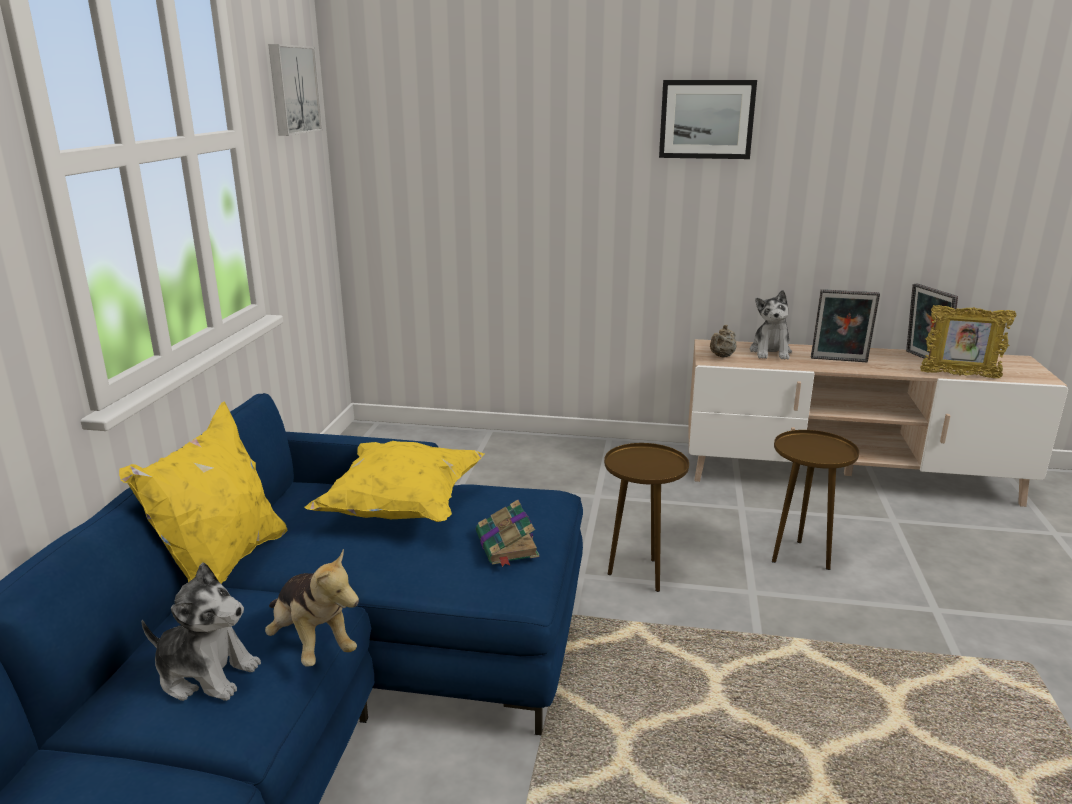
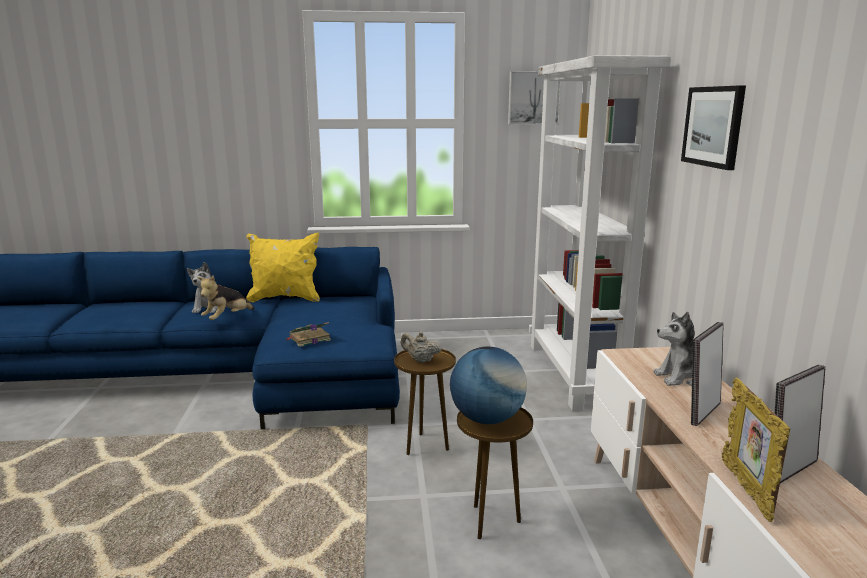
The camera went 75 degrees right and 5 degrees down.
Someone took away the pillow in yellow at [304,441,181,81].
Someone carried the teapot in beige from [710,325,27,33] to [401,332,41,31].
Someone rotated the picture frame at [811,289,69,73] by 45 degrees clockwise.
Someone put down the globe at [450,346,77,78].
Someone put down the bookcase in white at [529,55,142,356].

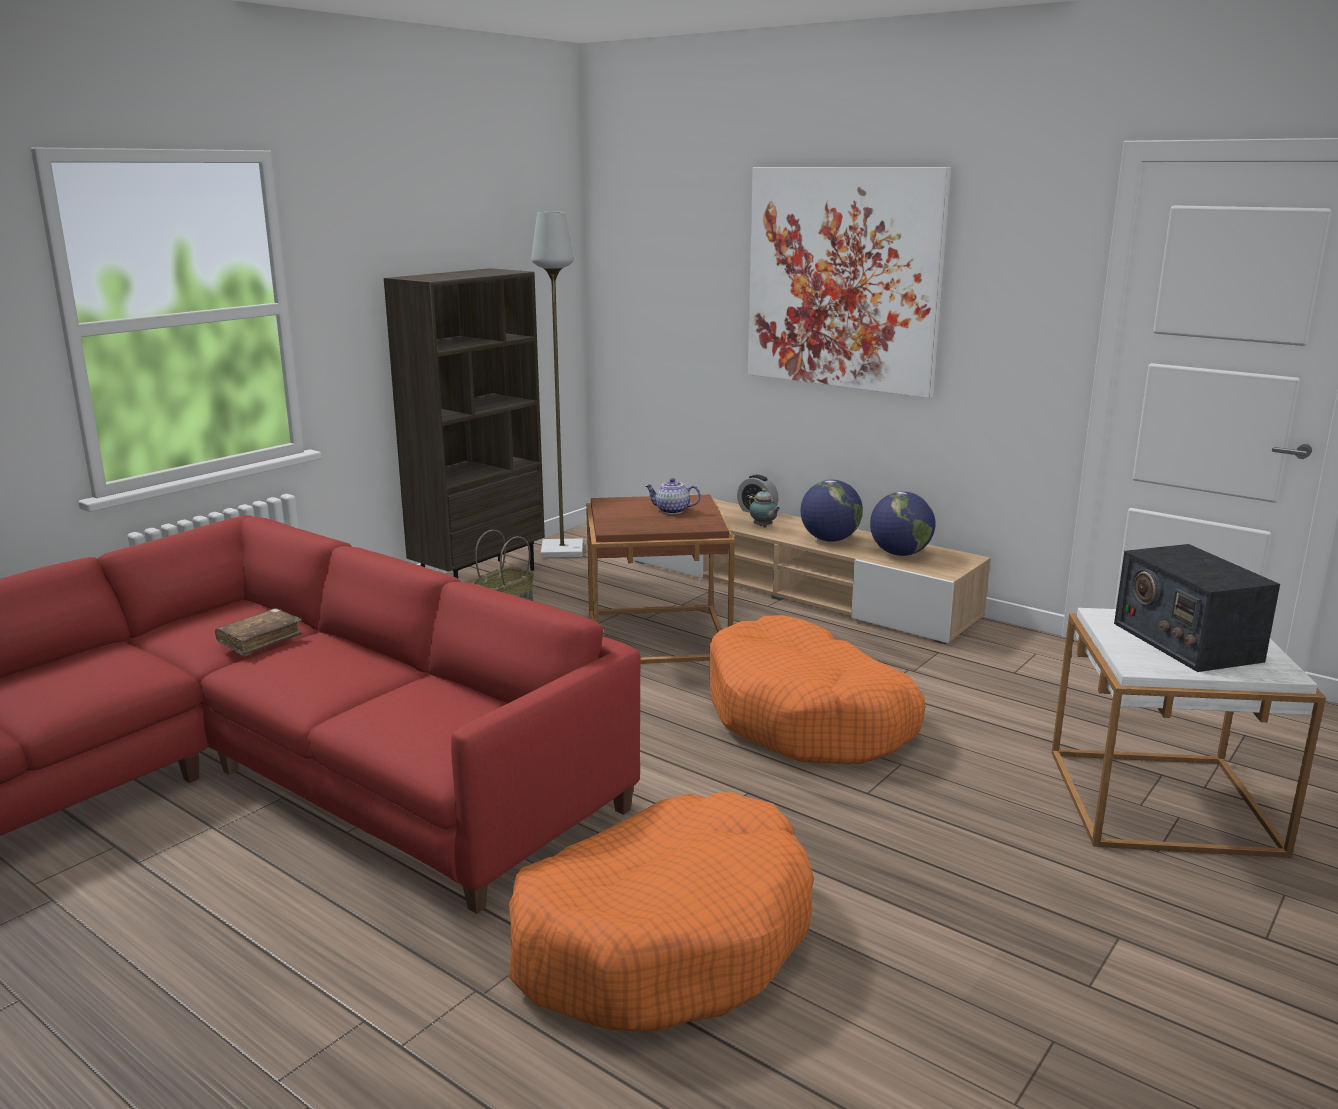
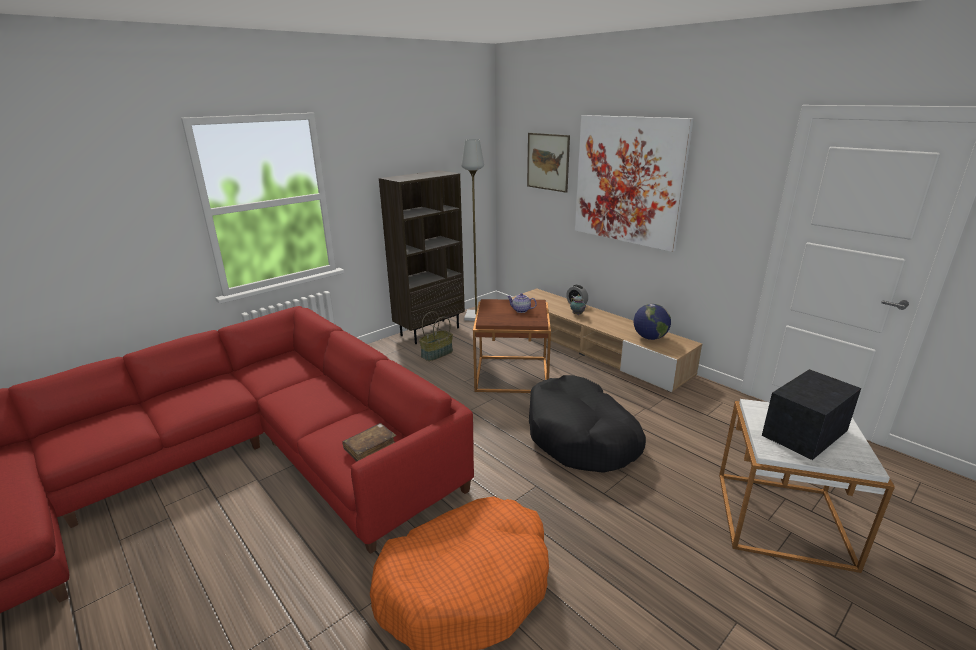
The camera went 10 degrees right and 5 degrees up.
Someone carried the book in brown from [215,608,87,48] to [342,423,54,39].
Someone repainted the dog bed in orange at [709,615,216,149], which became the dog bed in black at [529,375,117,98].
Someone took away the globe at [801,480,62,62].
Someone rotated the radio at [1114,544,166,128] by 60 degrees clockwise.
Someone put up the picture at [527,133,43,60].

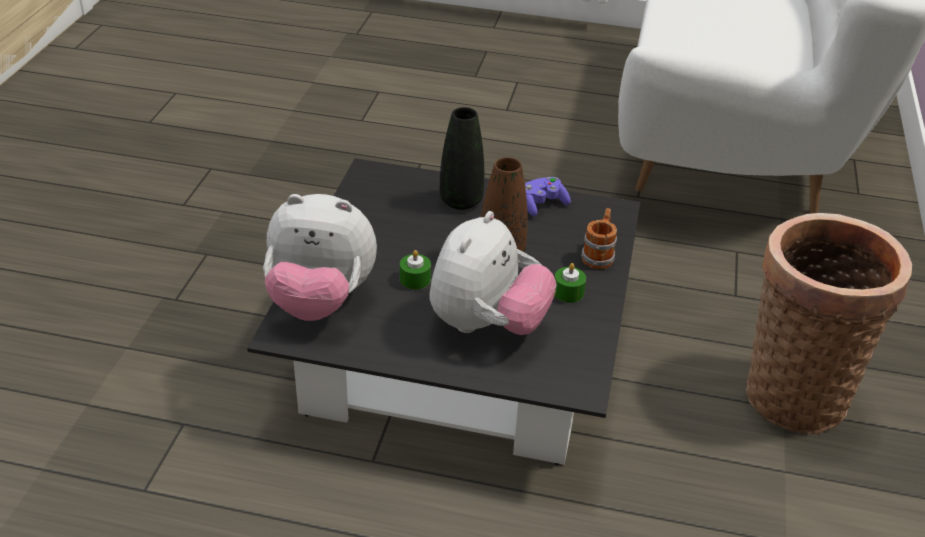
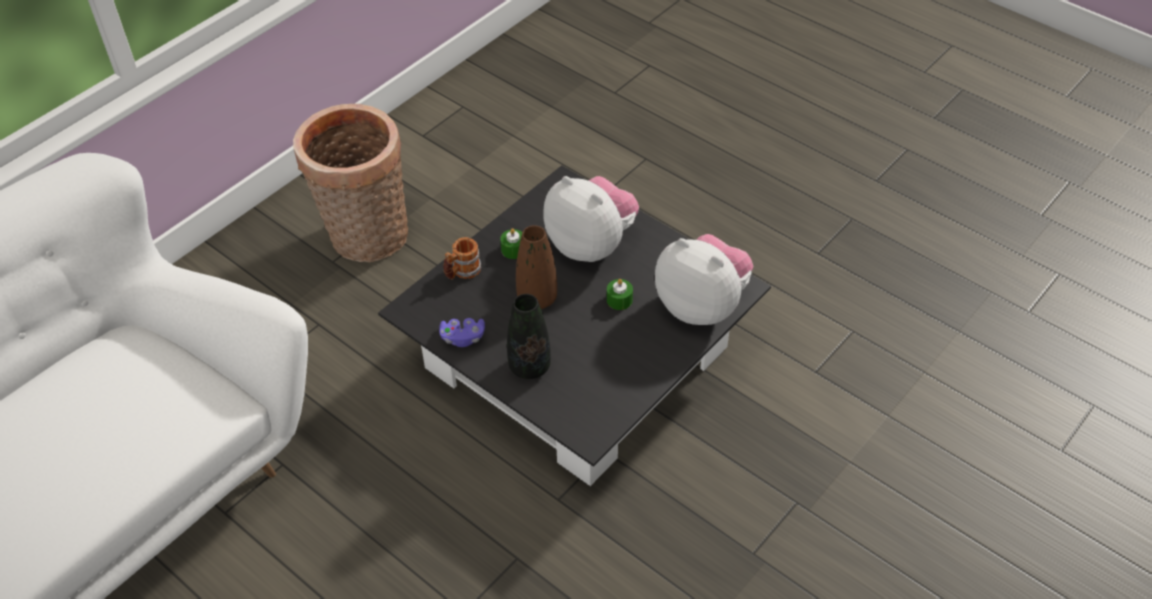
The camera went 150 degrees left and 10 degrees up.
Someone rotated the plush toy at [429,211,127,124] by 75 degrees clockwise.

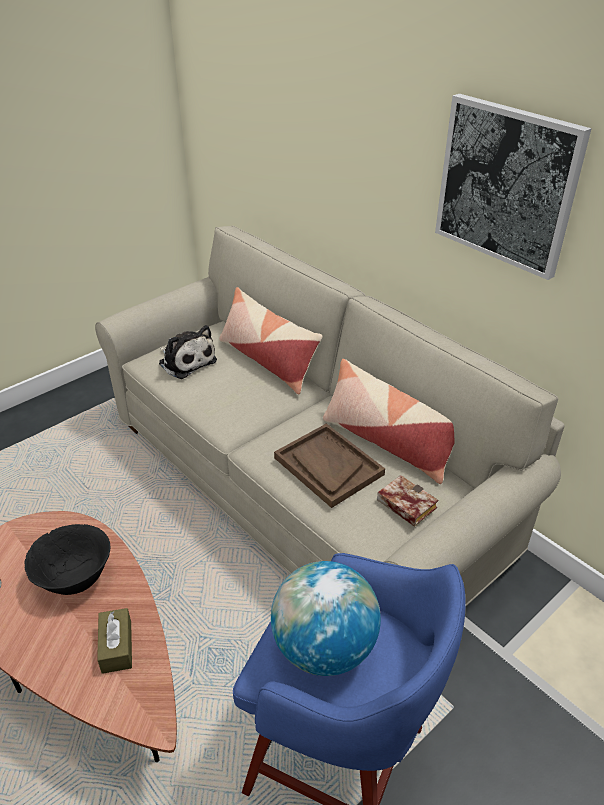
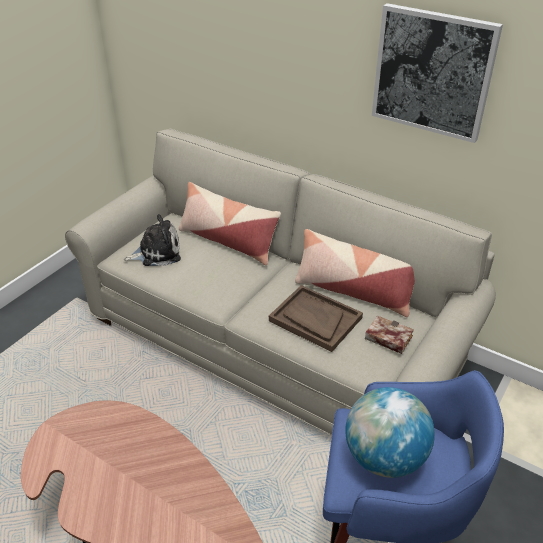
The camera went 15 degrees left and 0 degrees up.
Someone took away the bowl in black at [24,524,86,71].
Someone took away the tissue box in brown at [97,608,35,66].
Someone rotated the plush toy at [159,325,58,54] by 45 degrees counterclockwise.

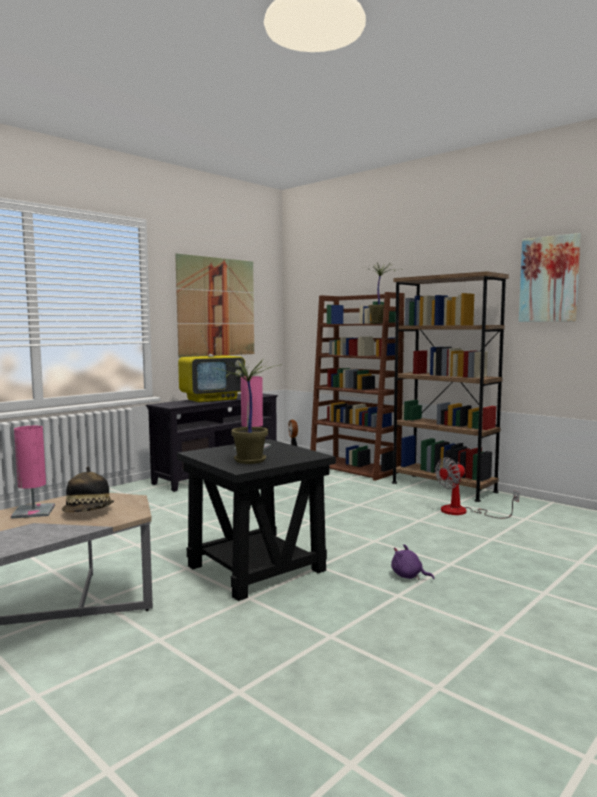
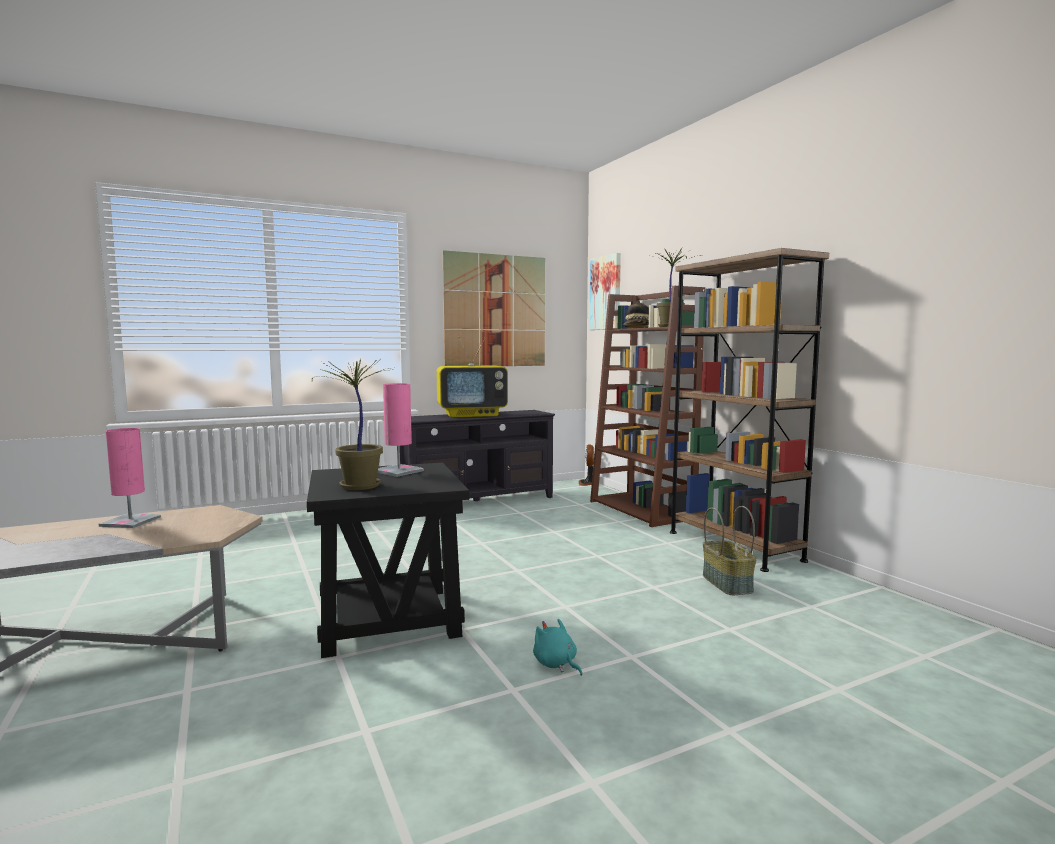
The camera went 20 degrees right and 0 degrees up.
Someone carried the hat from [62,466,52,46] to [623,300,26,28].
Someone repainted the plush toy in purple at [391,544,43,36], which became the plush toy in turquoise at [533,619,49,57].
Someone swapped the fan at [435,457,84,62] for the basket at [703,506,54,89].
Someone carried the picture from [519,233,62,89] to [589,253,32,77].

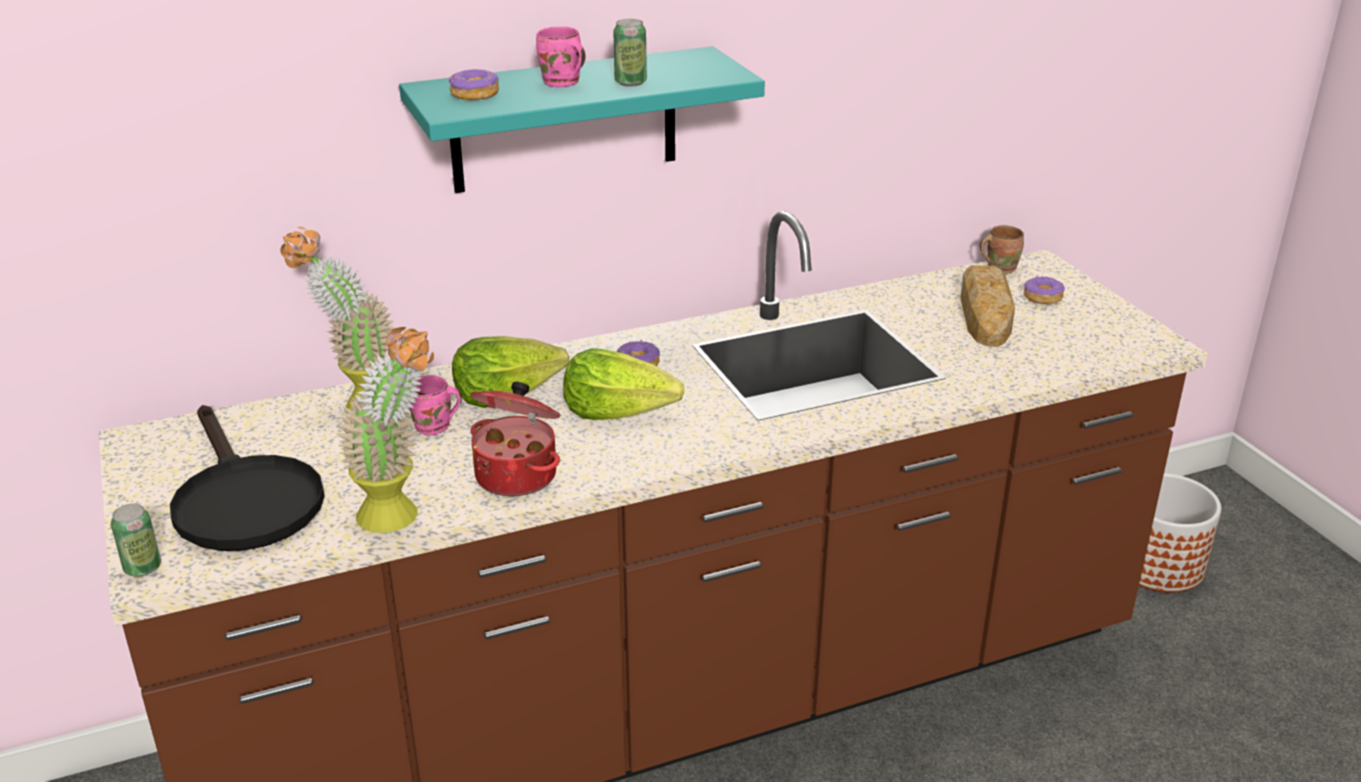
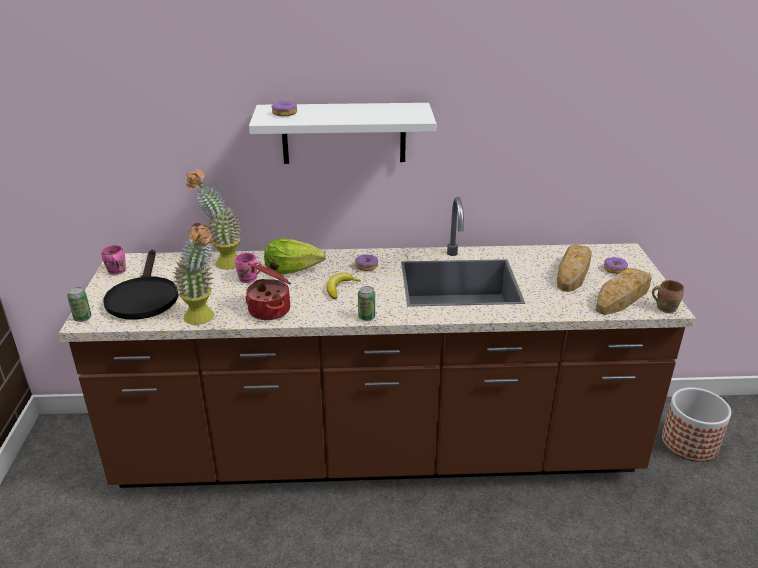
The camera went 20 degrees right and 0 degrees up.
Someone repainted the shelf in turquoise at [399,46,366,147], which became the shelf in white at [249,103,187,61].
Someone carried the mug in pink from [536,27,50,60] to [101,245,25,30].
Someone swapped the lettuce at [563,348,121,72] for the banana at [327,273,34,26].
Someone carried the can from [613,19,34,68] to [358,286,17,35].
Someone carried the mug in brown from [980,225,44,49] to [652,280,32,33].
Someone put down the bread at [596,268,56,47].

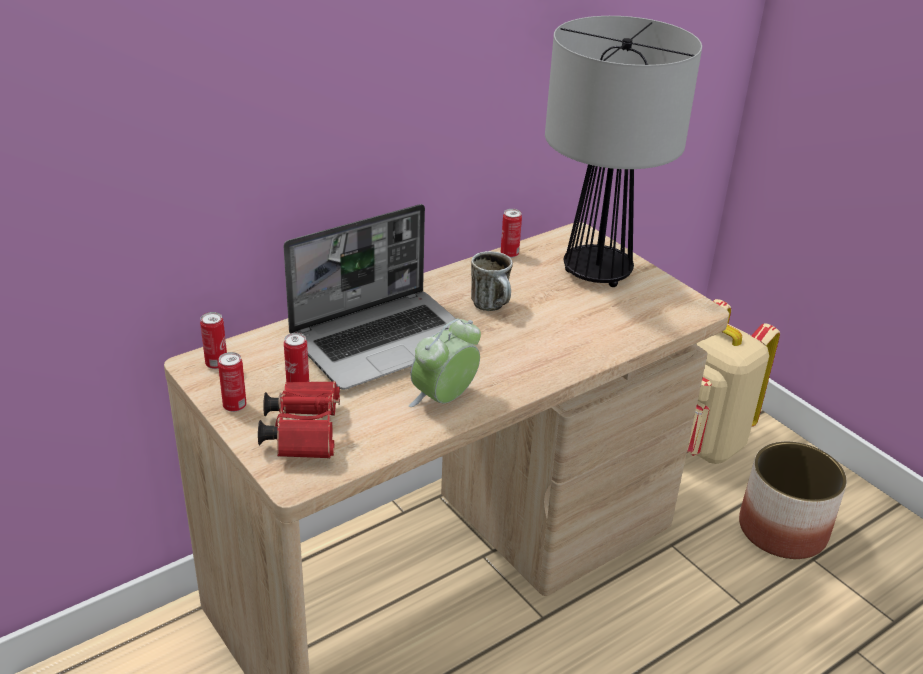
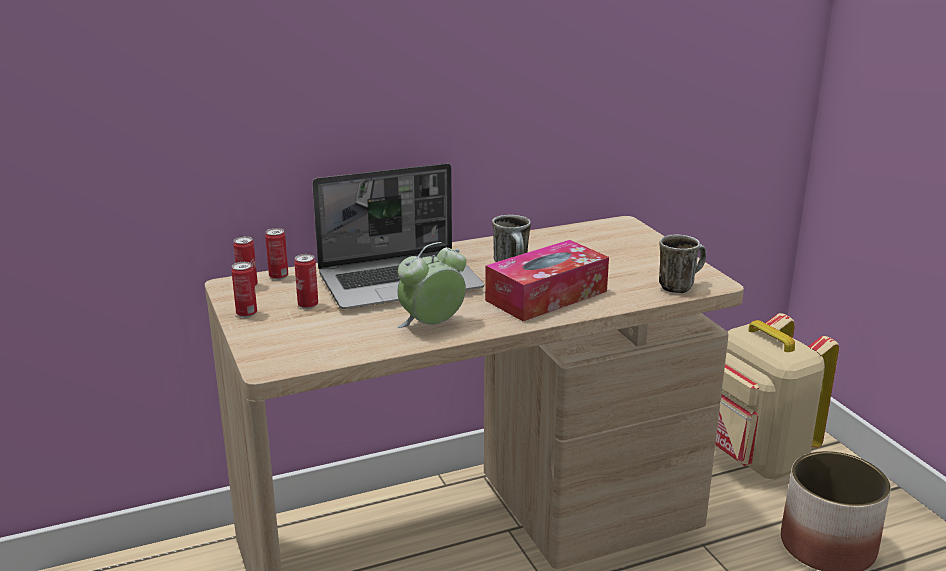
The camera went 15 degrees right and 10 degrees down.
Someone took away the binoculars in red at [258,381,82,78].
Someone carried the can from [501,209,21,49] to [265,228,23,52].
Someone took away the table lamp at [545,16,157,271].
Someone put down the tissue box at [485,240,124,81].
Someone put down the mug at [659,235,47,58].

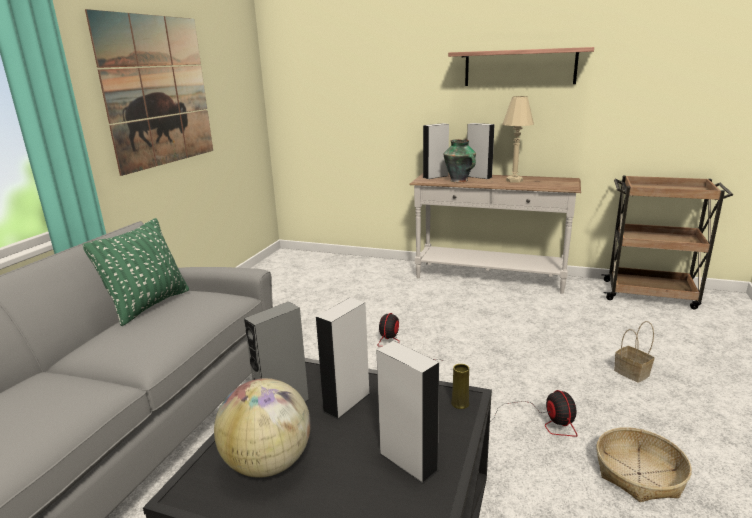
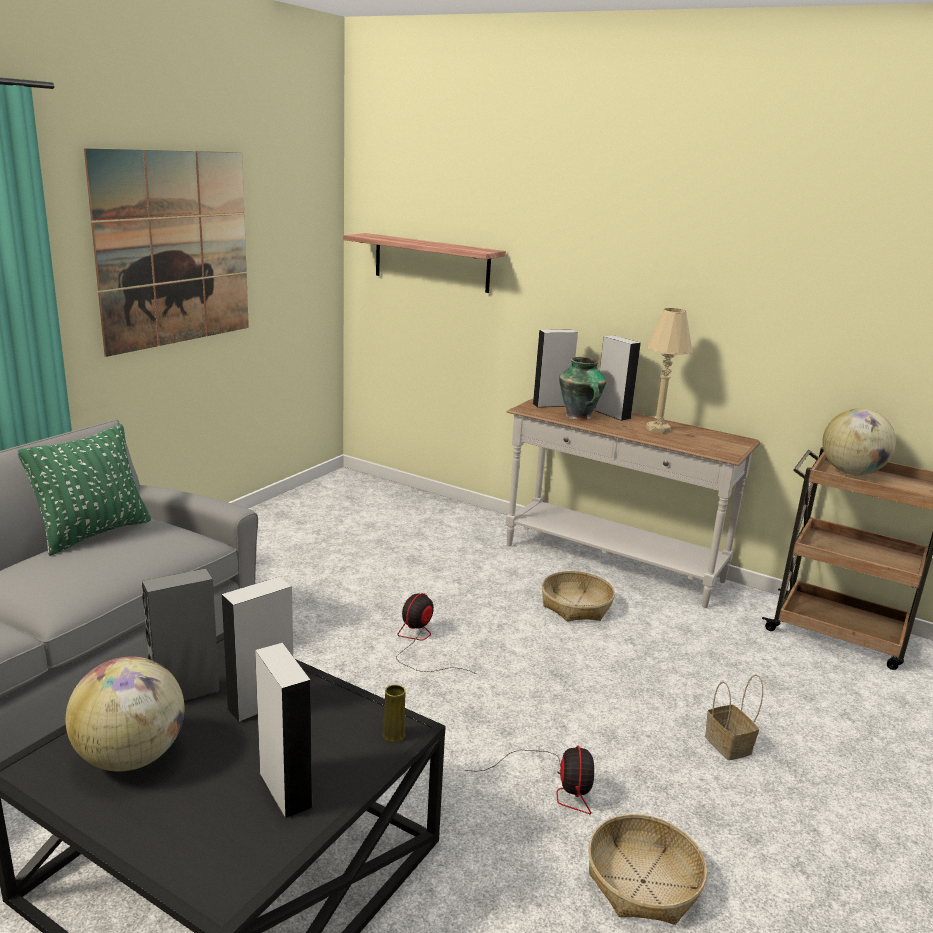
The camera went 10 degrees right and 0 degrees up.
Someone carried the shelf from [448,47,146,39] to [343,233,163,60].
Someone put down the basket at [542,571,73,50].
Someone put down the globe at [822,408,74,67].

